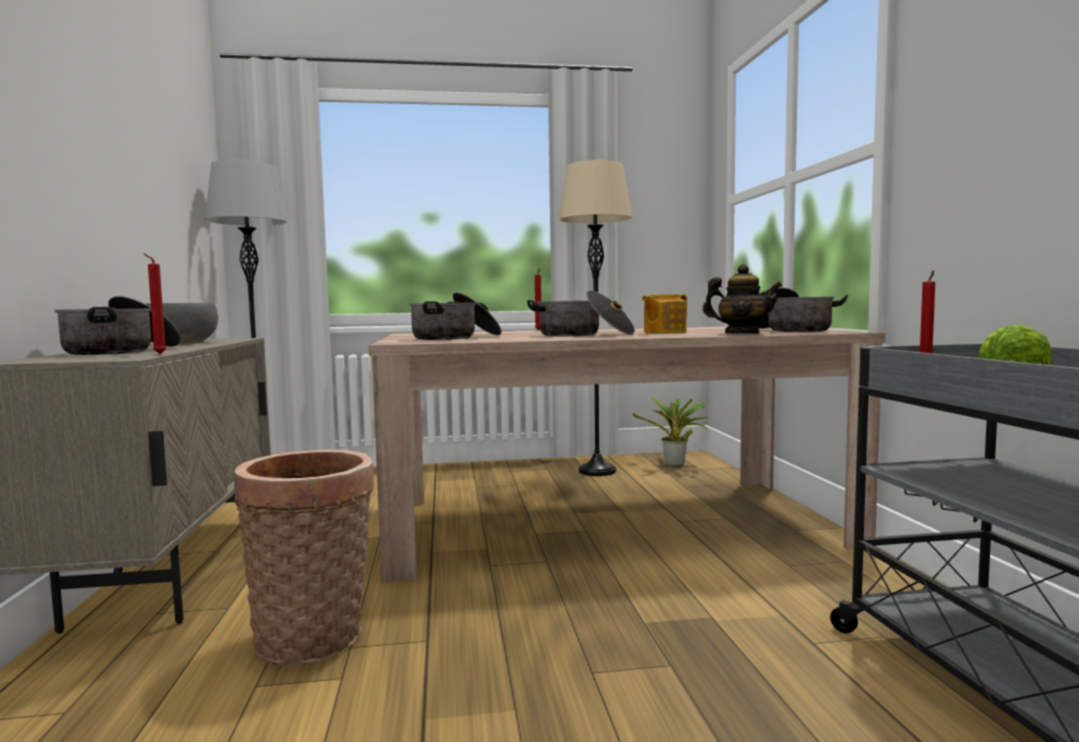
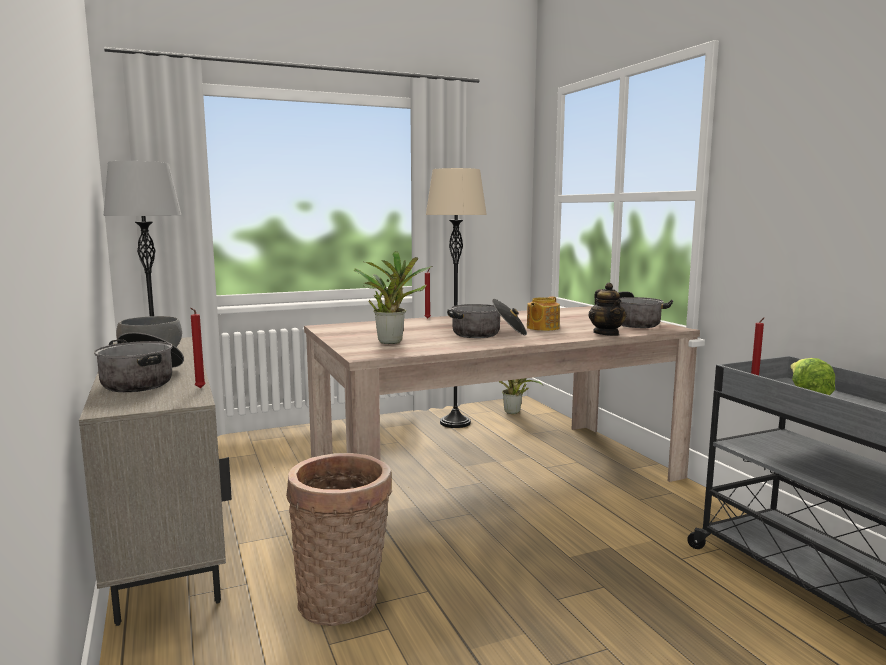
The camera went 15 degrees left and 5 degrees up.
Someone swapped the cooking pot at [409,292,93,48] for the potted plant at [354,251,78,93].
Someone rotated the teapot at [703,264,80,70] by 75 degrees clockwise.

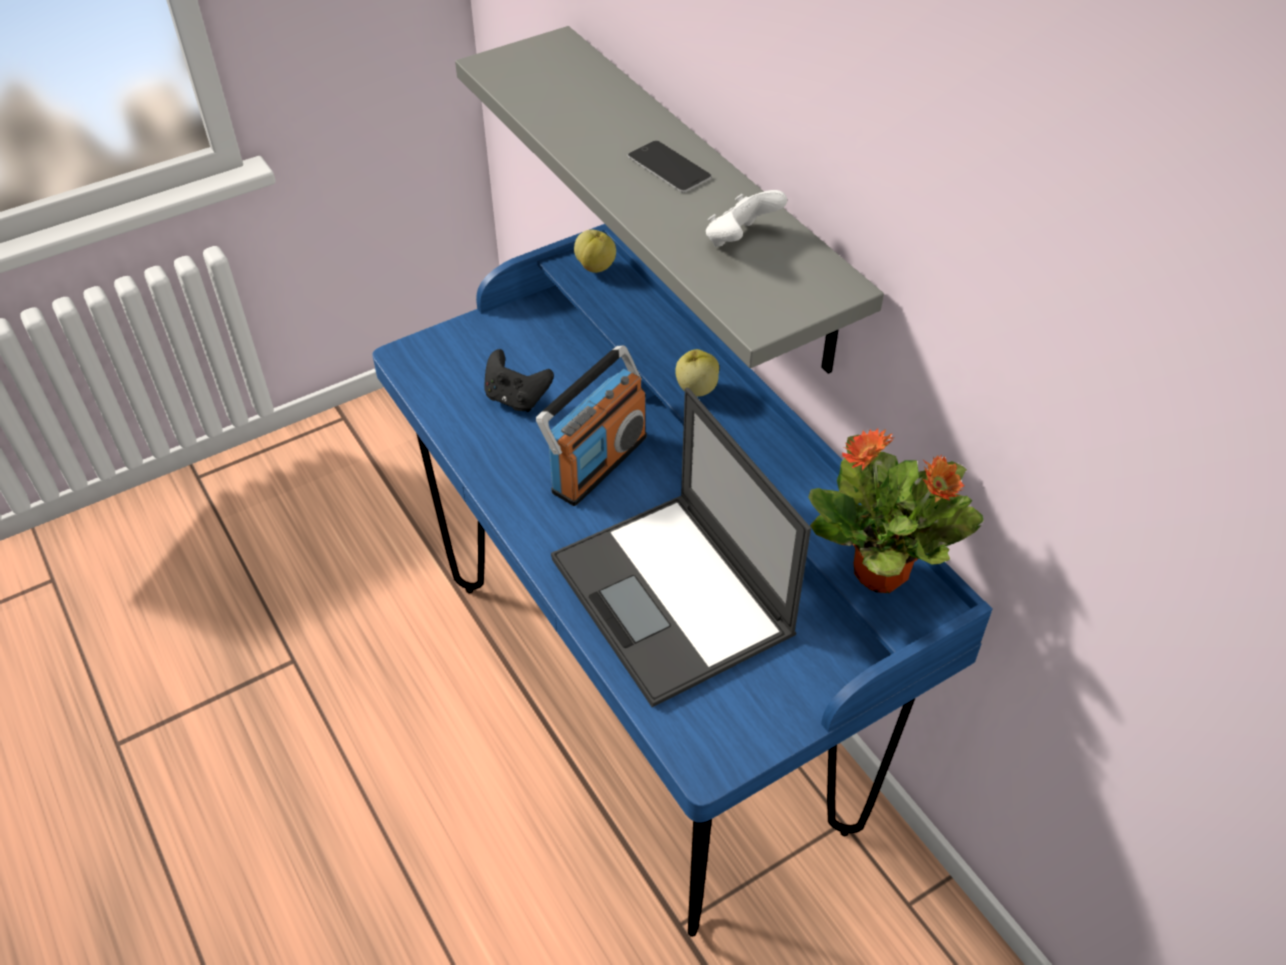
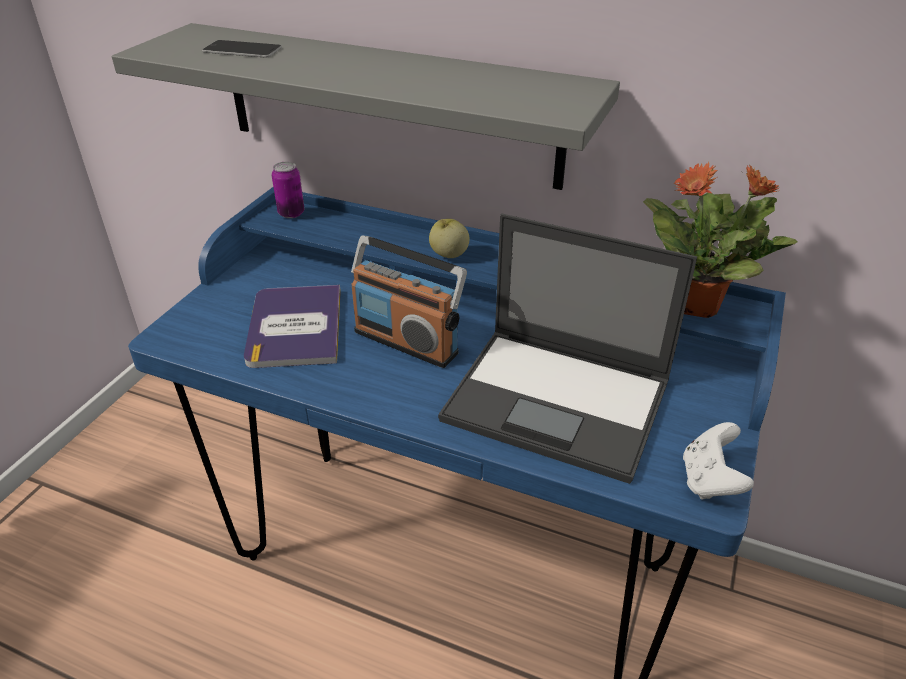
The camera went 35 degrees left and 10 degrees down.
Someone swapped the game controller in black at [484,349,70,63] for the book at [244,285,97,83].
Someone rotated the radio at [536,345,111,161] by 120 degrees clockwise.
Someone swapped the apple at [574,230,42,43] for the can at [272,162,32,56].
Someone carried the phone from [627,140,85,53] to [202,40,80,18].
Someone carried the game controller in white from [706,190,81,57] to [683,422,71,78].

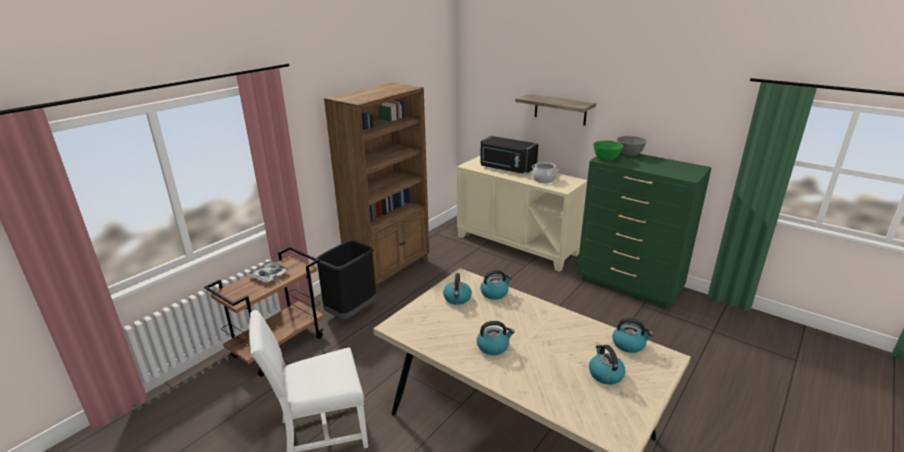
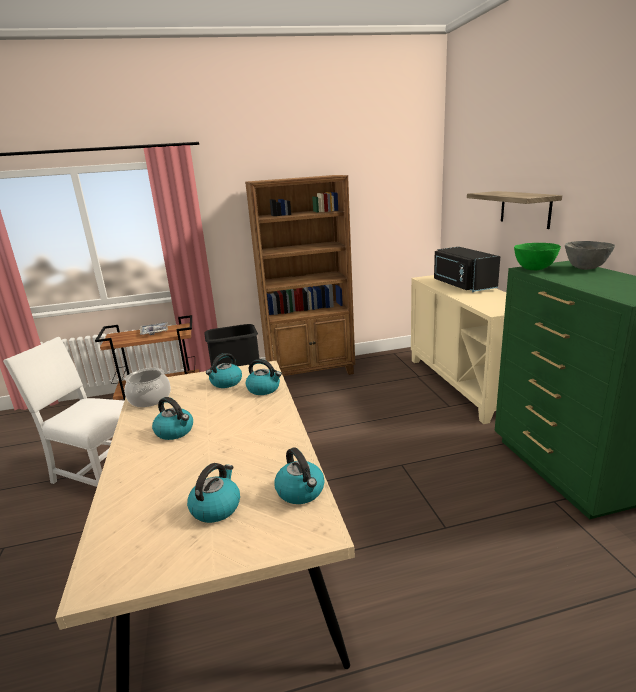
The camera went 40 degrees right and 5 degrees down.
Someone carried the cooking pot from [532,162,27,21] to [124,368,47,39].

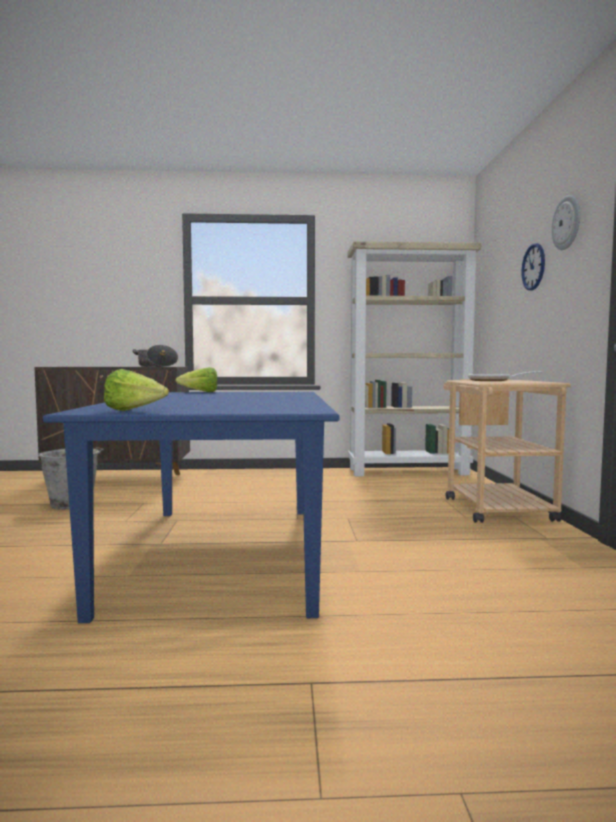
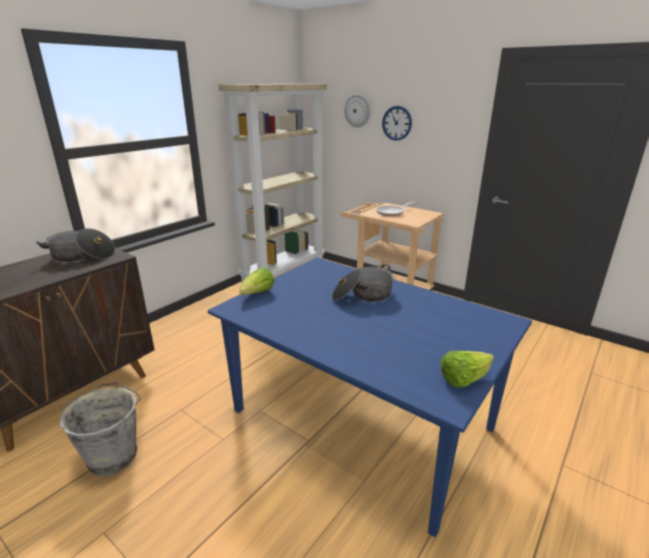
The camera went 50 degrees left and 20 degrees up.
Someone carried the wall clock from [552,195,28,55] to [344,94,27,34].
Someone put down the cooking pot at [332,264,62,38].

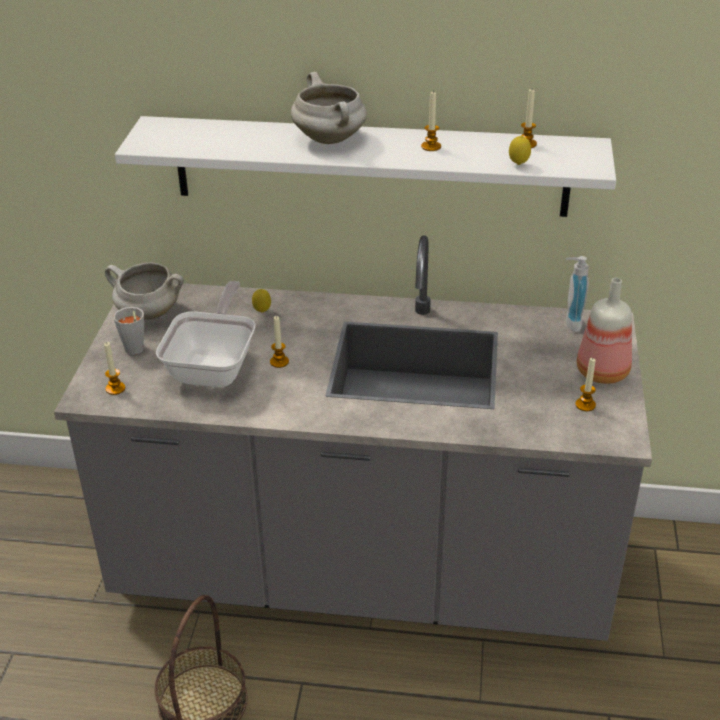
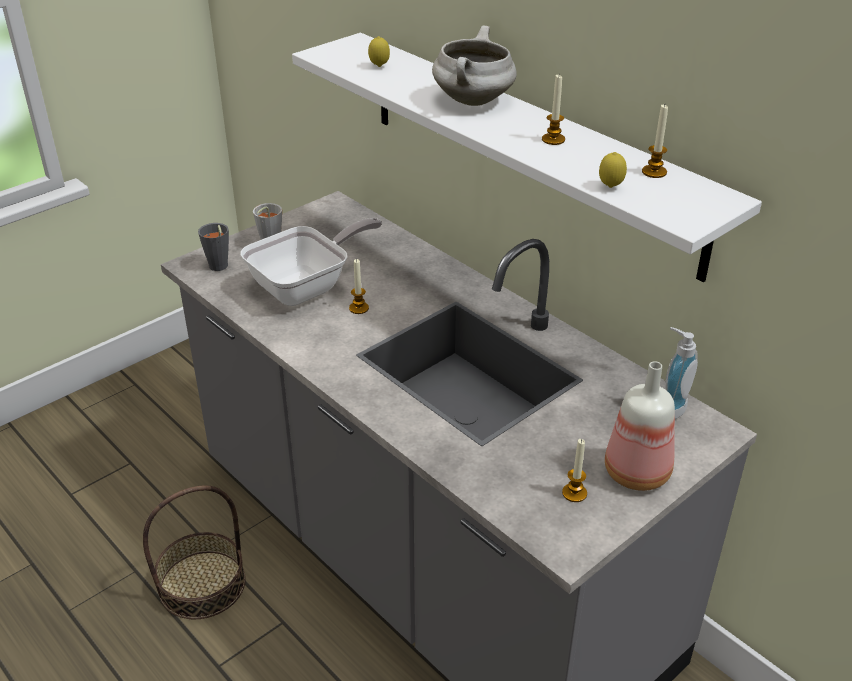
The camera went 40 degrees right and 0 degrees up.
Someone swapped the candle at [104,342,21,53] for the cup in grey at [198,223,31,48].
Someone took away the cooking pot in white at [105,262,79,58].
Someone carried the lemon from [252,289,19,23] to [368,36,22,31].

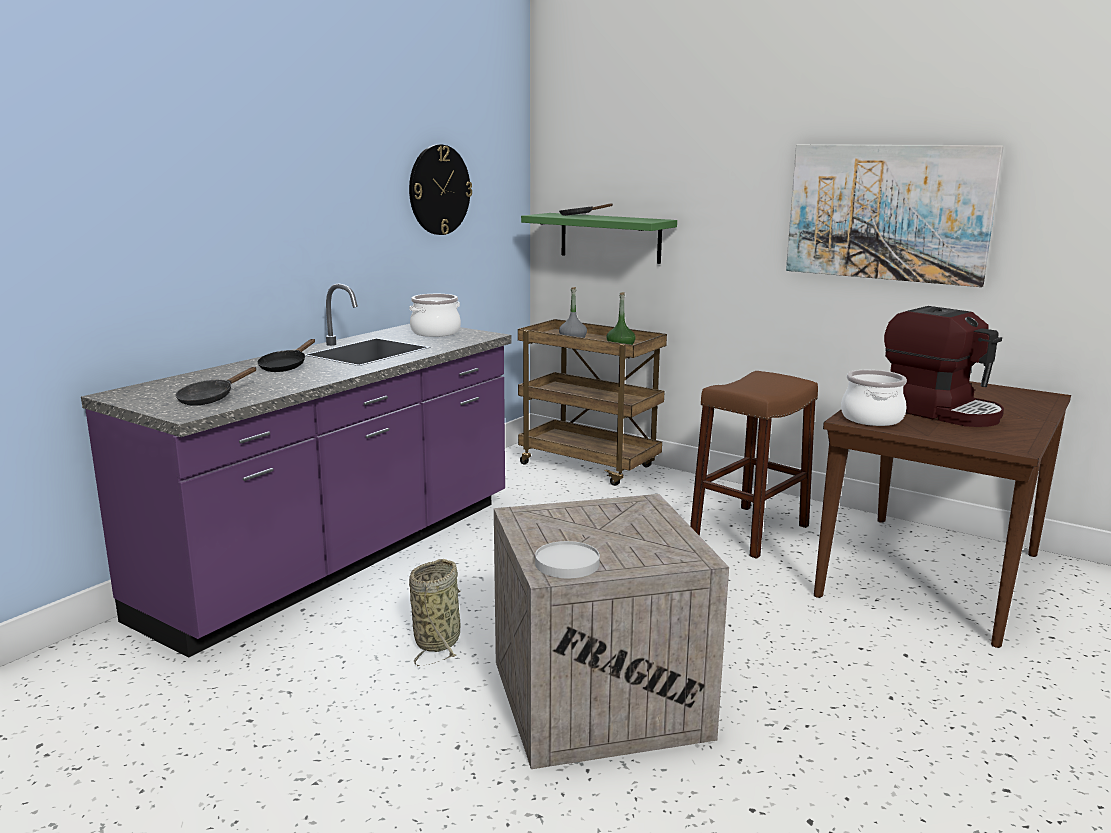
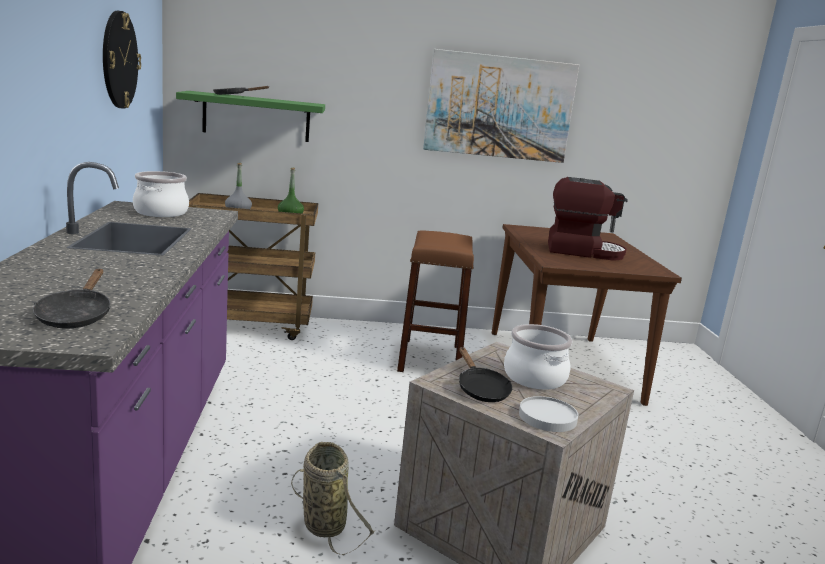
The camera went 40 degrees left and 0 degrees up.
Someone carried the frying pan in black from [257,339,58,33] to [459,347,53,55].
Someone carried the cooking pot from [841,370,66,56] to [504,324,69,66].

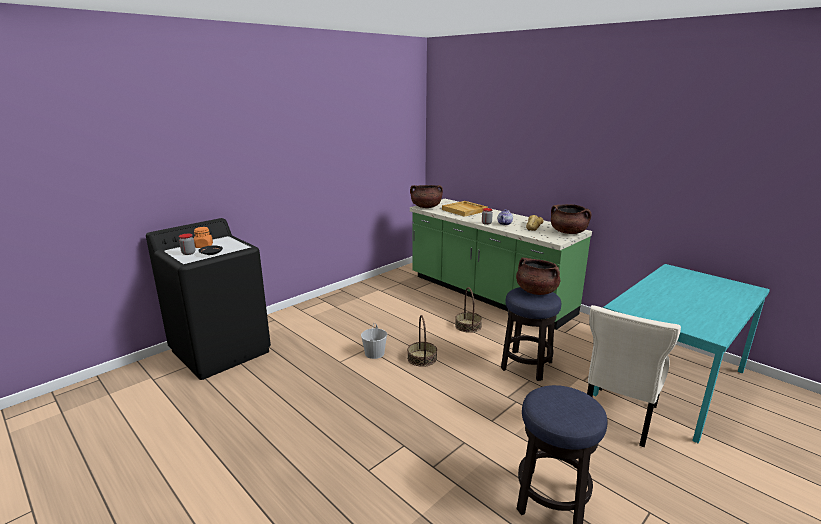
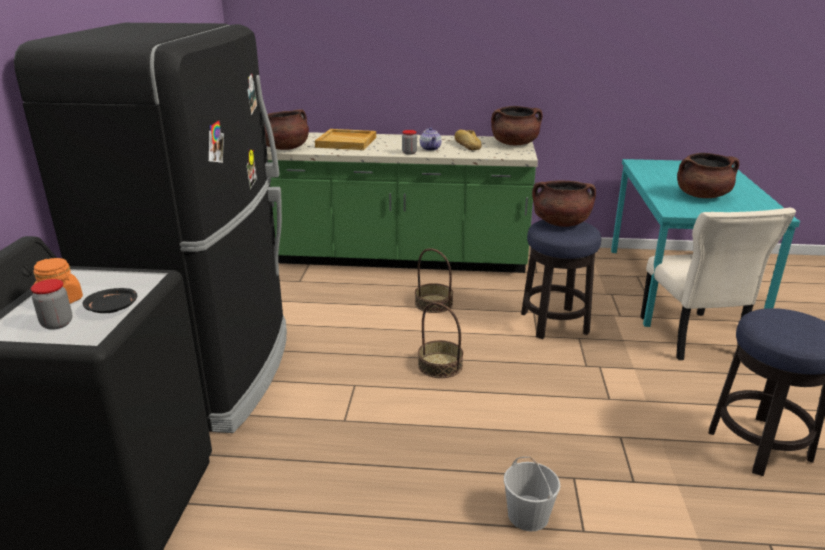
The camera went 40 degrees left and 5 degrees up.
Someone carried the bucket in white from [361,322,26,37] to [504,457,56,74].
Someone put down the fridge in black at [14,23,273,410].
Someone put down the cooking pot in brown at [677,153,62,45].

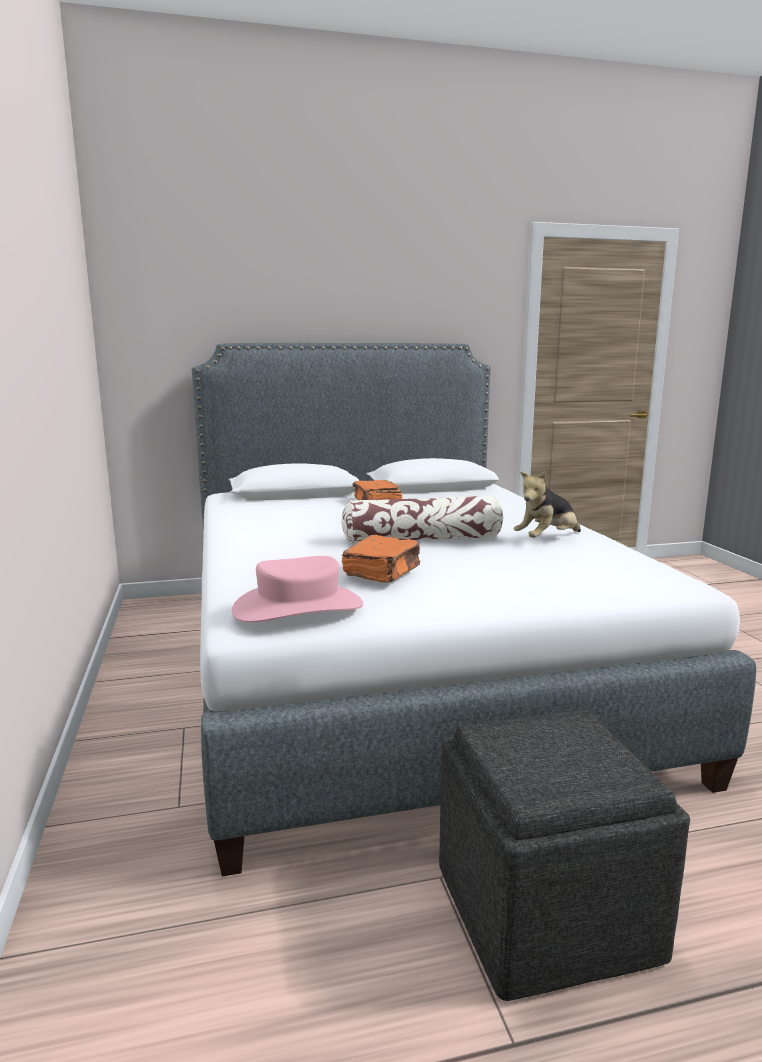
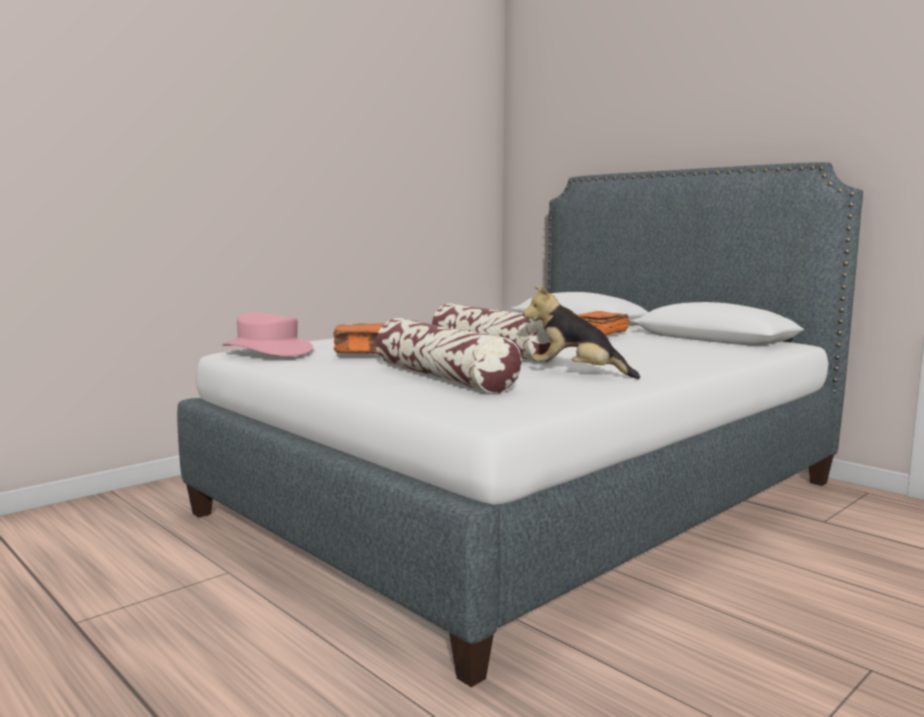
The camera went 60 degrees right and 5 degrees down.
Someone took away the ottoman in grey at [439,710,251,291].
Someone put down the pillow at [376,318,146,75].

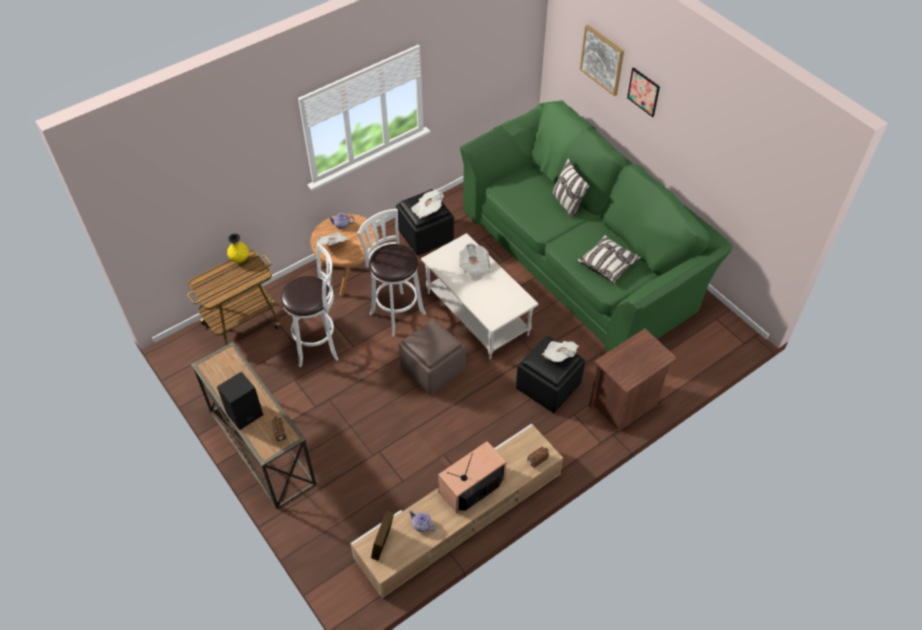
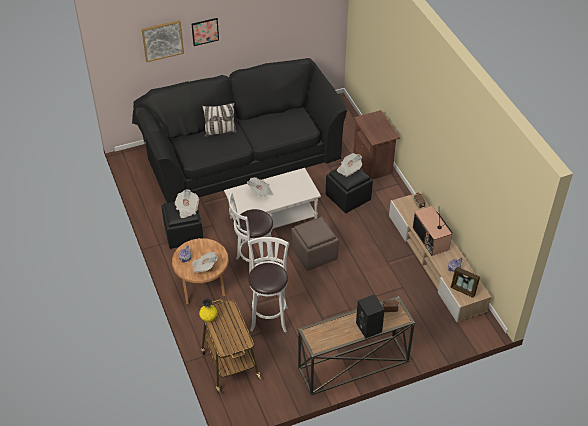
The camera went 75 degrees left and 5 degrees down.
Someone repainted the sofa in green at [460,100,273,252], which became the sofa in black at [132,58,215,145].
Someone took away the pillow at [577,235,64,49].

